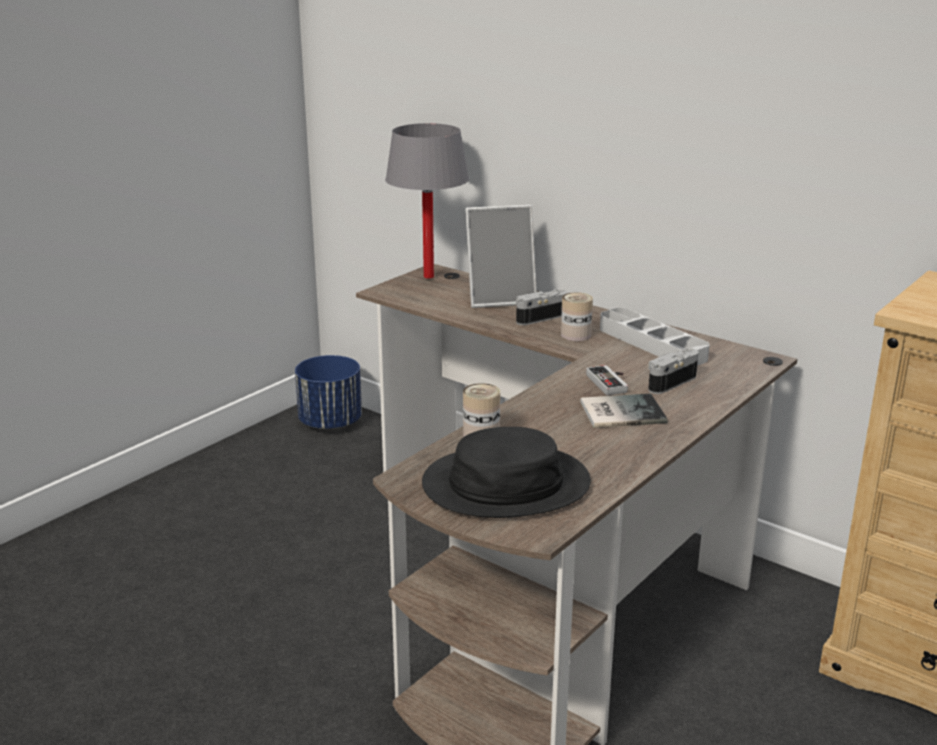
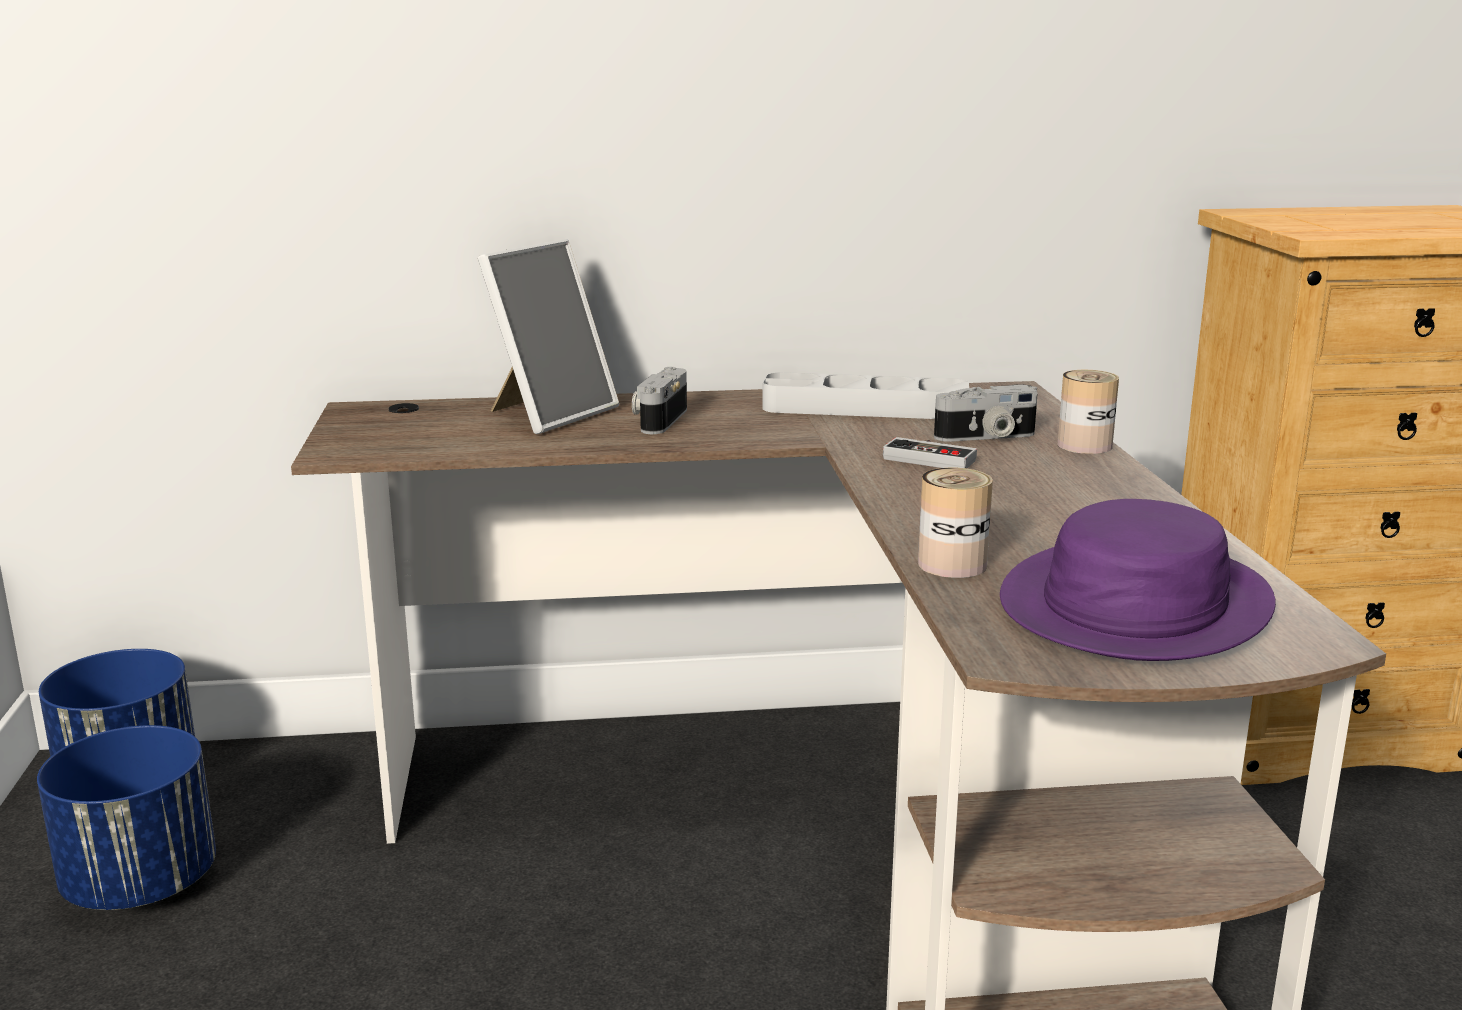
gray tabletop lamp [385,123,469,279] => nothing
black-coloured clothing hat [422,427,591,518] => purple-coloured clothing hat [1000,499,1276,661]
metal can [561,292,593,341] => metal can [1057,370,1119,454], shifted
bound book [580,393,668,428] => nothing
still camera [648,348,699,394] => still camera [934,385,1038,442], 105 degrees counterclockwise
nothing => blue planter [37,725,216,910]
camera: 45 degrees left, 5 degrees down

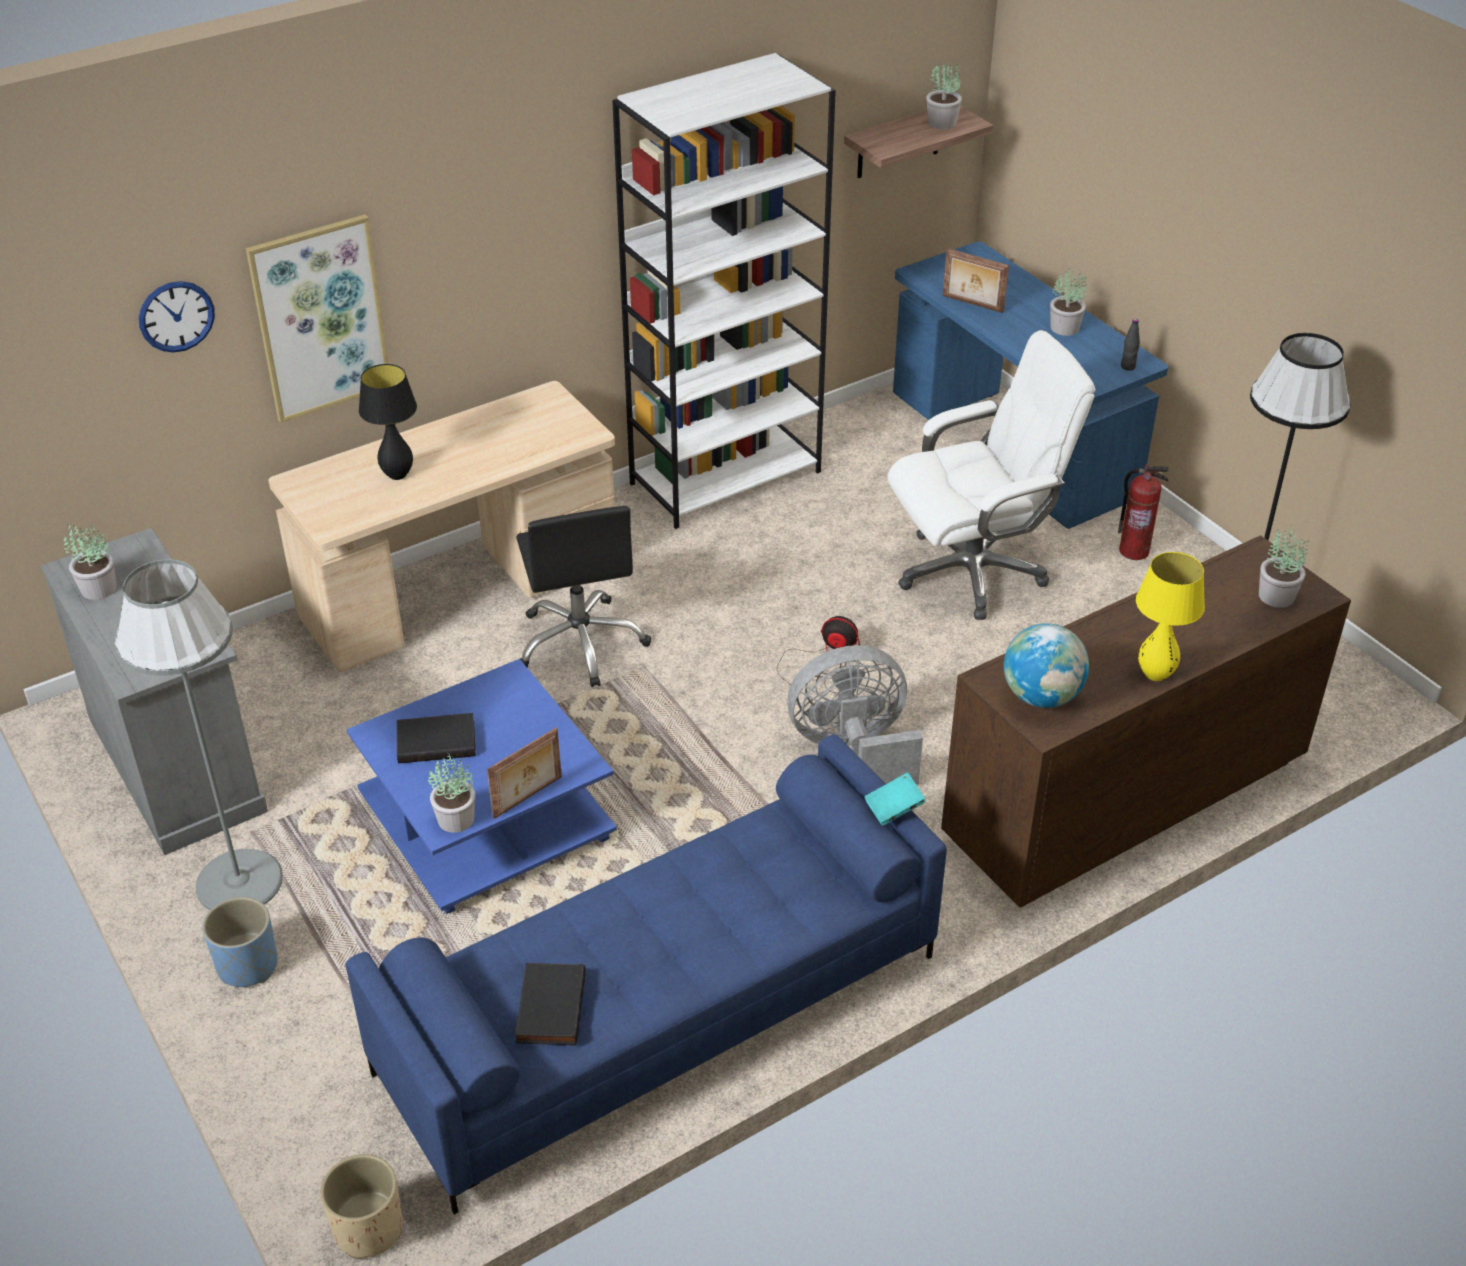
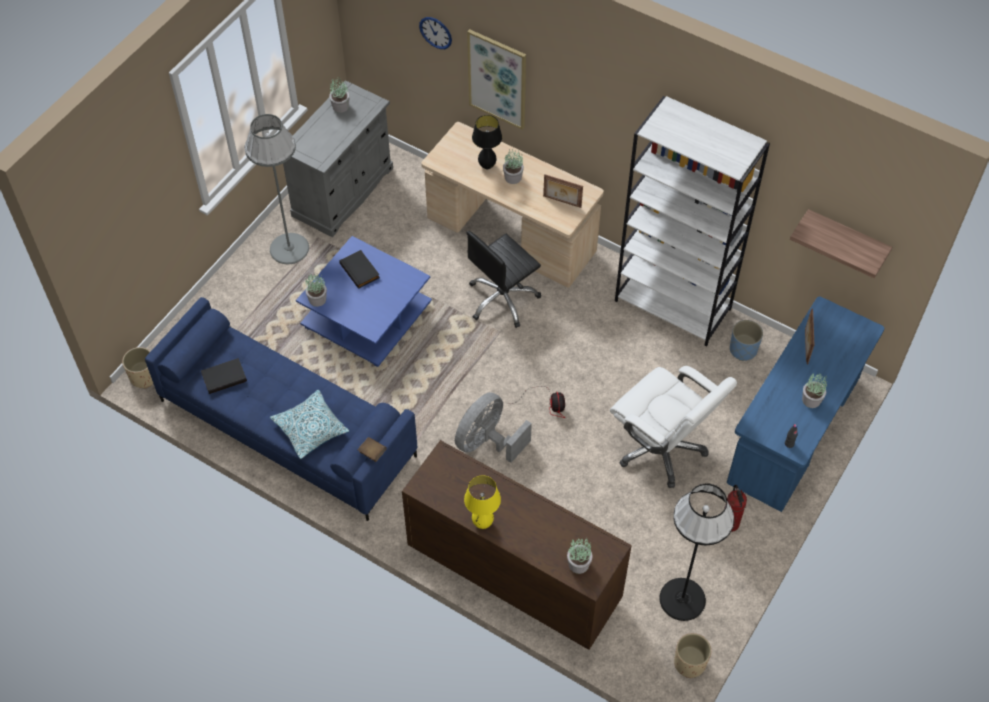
blue planter [202,897,278,987] => blue planter [730,320,763,361], shifted
photo frame [487,727,562,819] => photo frame [543,174,583,208], shifted
gray cooling fan [788,645,923,784] => gray cooling fan [455,392,532,463], 105 degrees counterclockwise
turquoise bound book [864,772,926,825] => brownish bound book [358,437,387,462]
houseplant [926,63,962,129] => houseplant [503,149,524,184], shifted
desk globe [1004,623,1089,708] => nothing
nothing => pillow [270,390,349,459]
nothing => sand-coloured planter [674,633,711,678]
camera: 65 degrees right, 15 degrees up

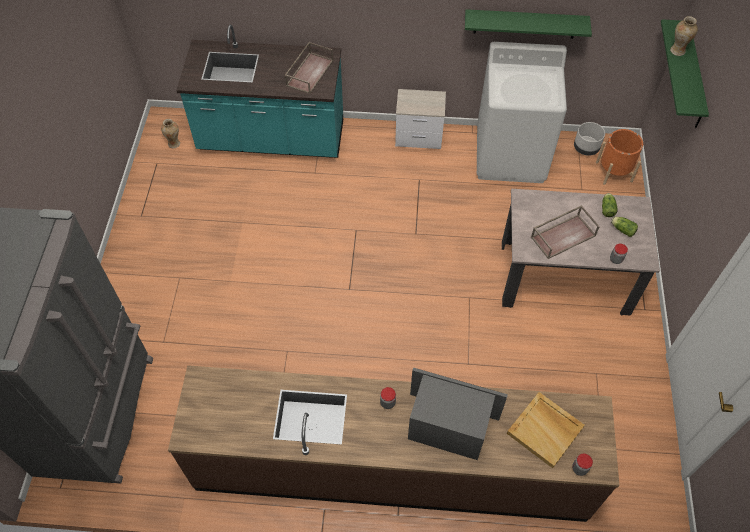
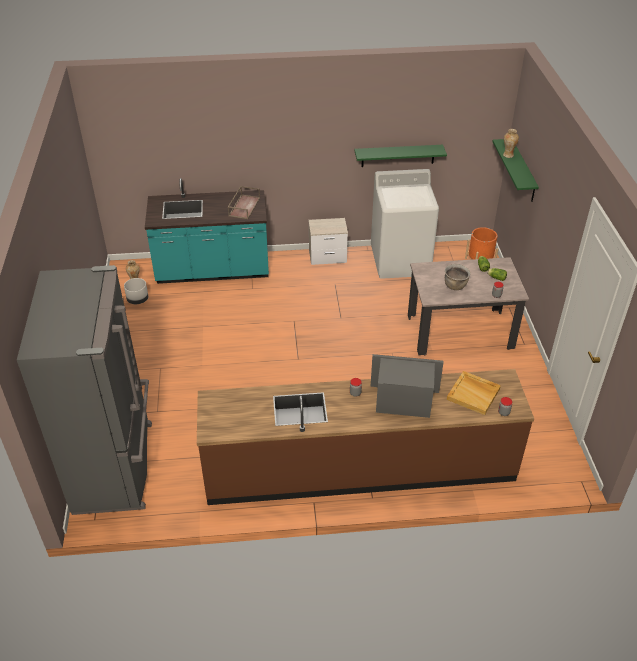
brownish carrying tray [531,205,600,259] => brownish stockpot [445,264,471,290]
gray planter [574,122,605,156] => gray planter [124,278,148,304], shifted
camera: 10 degrees left, 15 degrees down

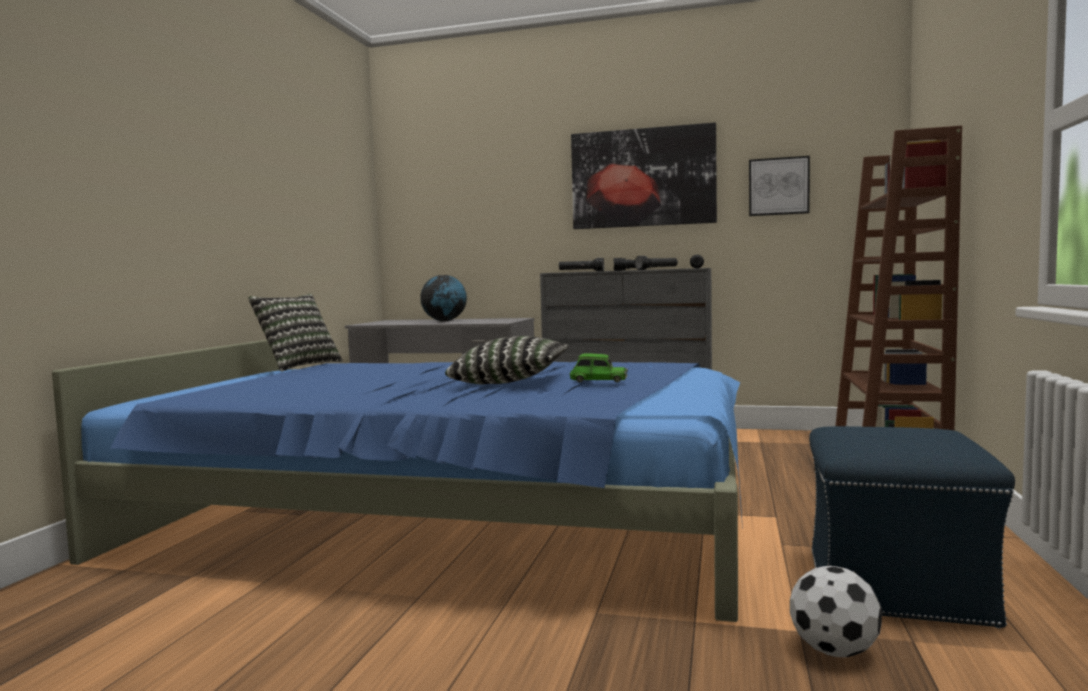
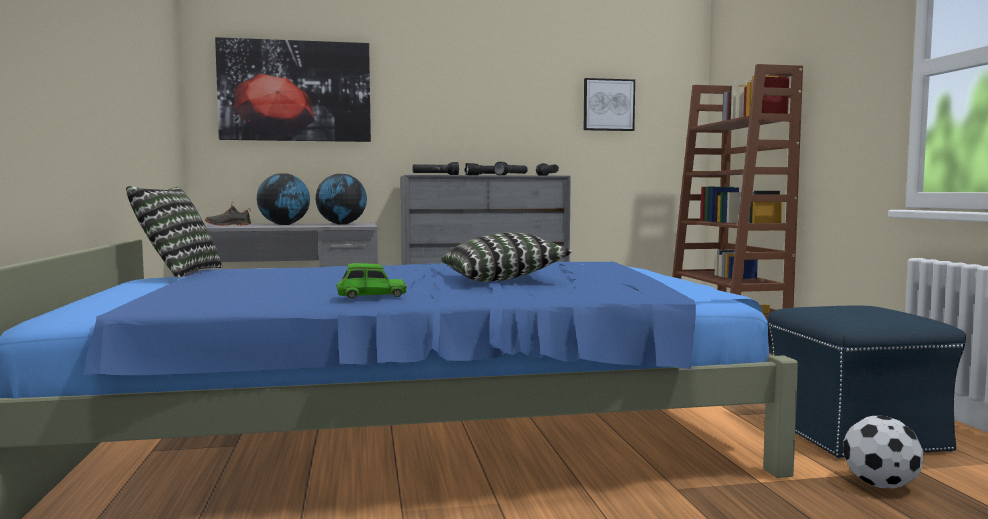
greenish toy car [570,353,628,383] => greenish toy car [336,263,407,299], shifted
picture [571,122,717,229] => picture [215,37,371,142], shifted
nothing => black-coloured low shoe [205,202,251,226]
nothing => desk globe [316,174,367,224]
camera: 25 degrees left, 0 degrees up

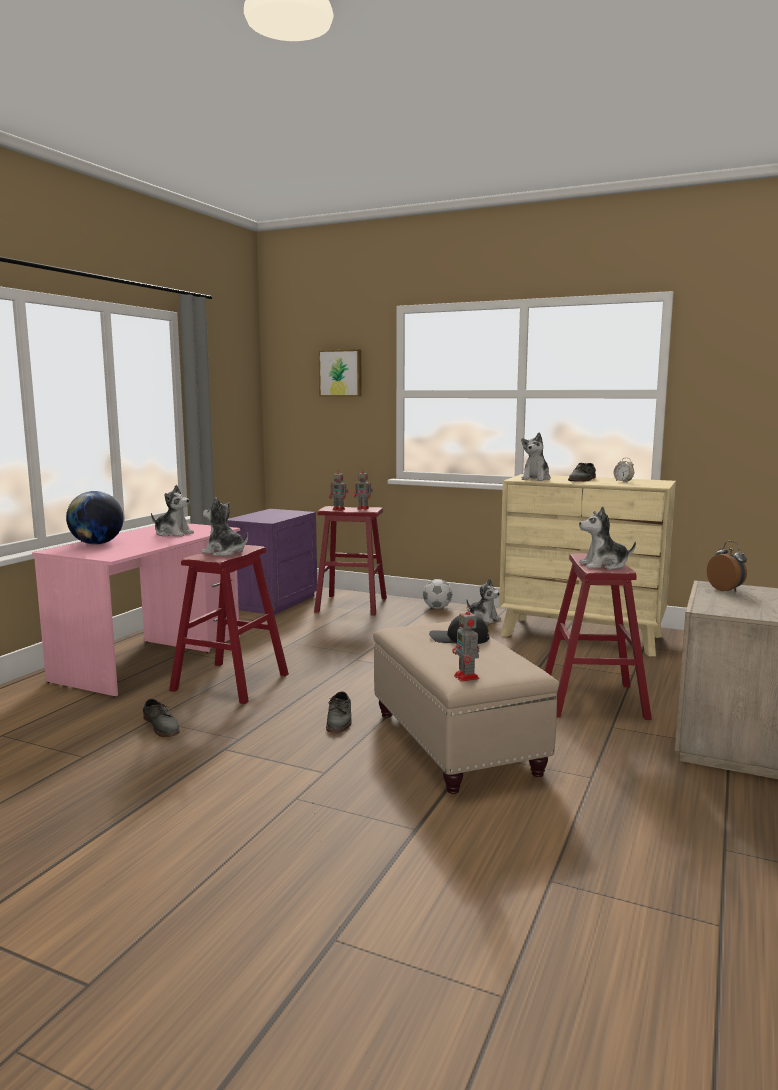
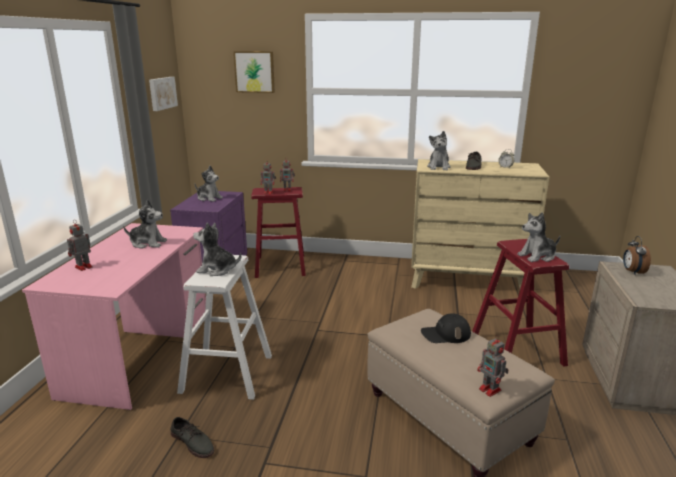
desk globe [66,491,124,545] => model robot [67,221,93,271]
red-coloured stool seat [169,545,289,704] => white-coloured stool seat [177,255,272,400]
gray low shoe [326,691,352,733] => nothing
football [423,579,452,609] => nothing
soft toy [466,578,501,624] => soft toy [195,166,223,202], shifted
table clock [707,541,747,592] => table clock [623,236,651,275], 135 degrees counterclockwise
nothing => picture [149,77,178,111]
camera: 15 degrees left, 10 degrees up

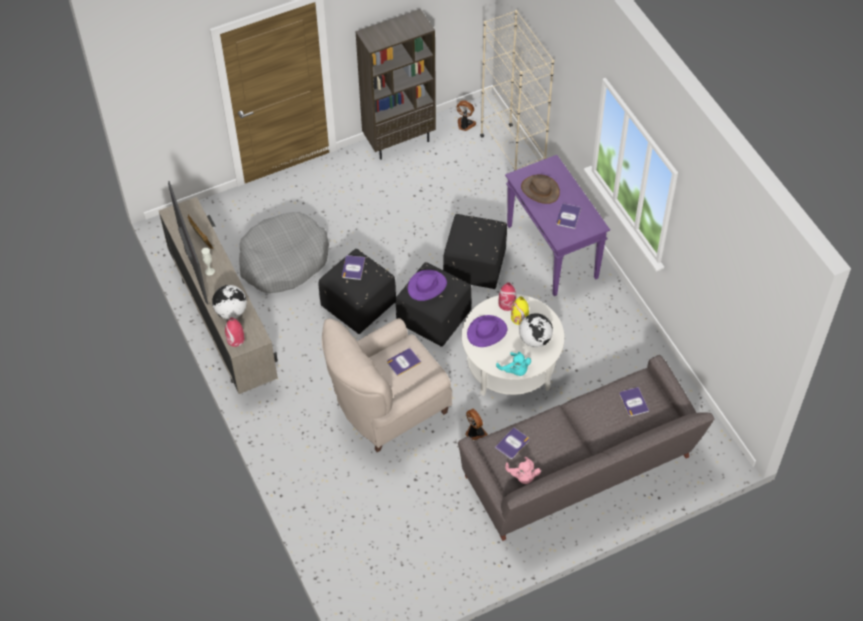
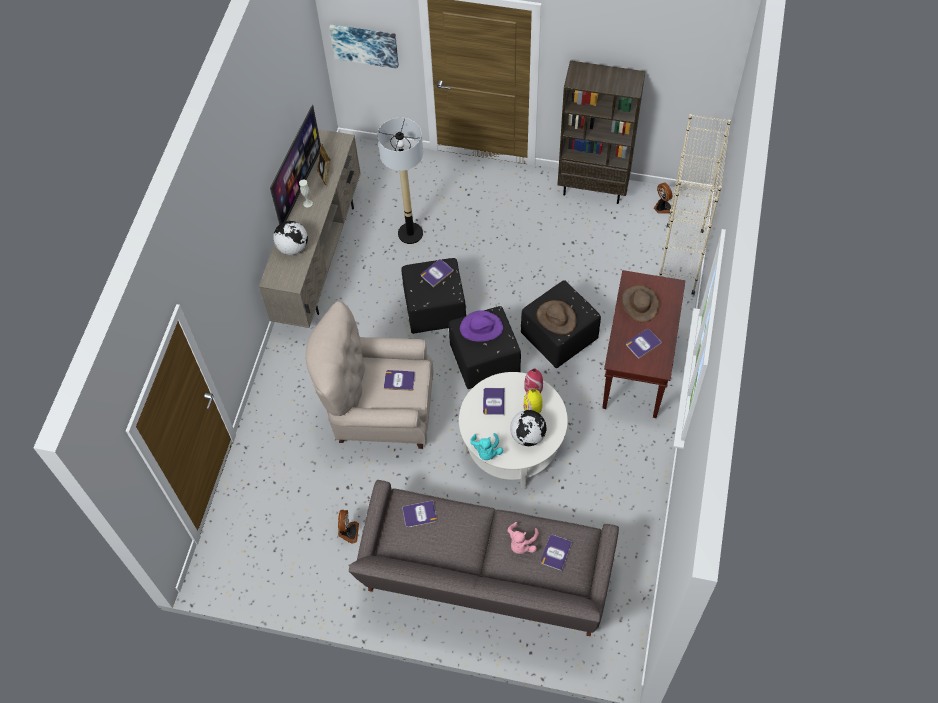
red-coloured flower vase [225,317,245,347] => nothing
gray dog bed [239,212,329,293] => standing lamp [377,118,423,244]
cooling fan [465,408,488,440] => cooling fan [338,510,359,544], shifted
purple-coloured clothing hat [467,315,507,347] => bound book [483,388,505,415]
purple-coloured hall table [505,155,610,296] => brownish hall table [602,270,685,418]
pink-coloured soft toy [505,457,541,484] => pink-coloured soft toy [508,522,539,554], shifted
nothing => picture [329,25,399,69]
nothing => brownish clothing hat [537,300,577,335]
camera: 40 degrees right, 5 degrees up

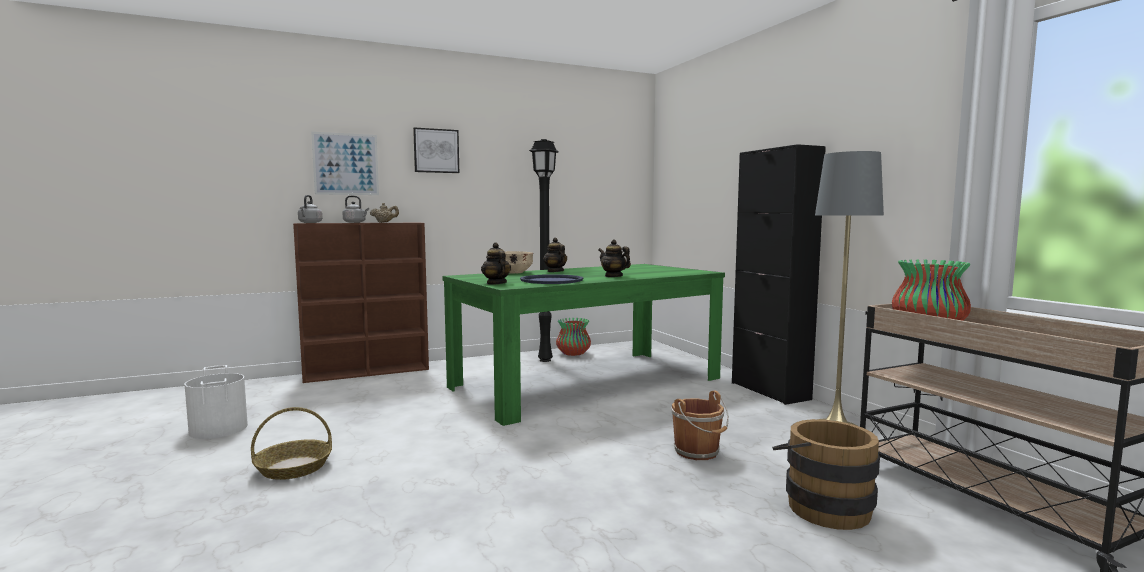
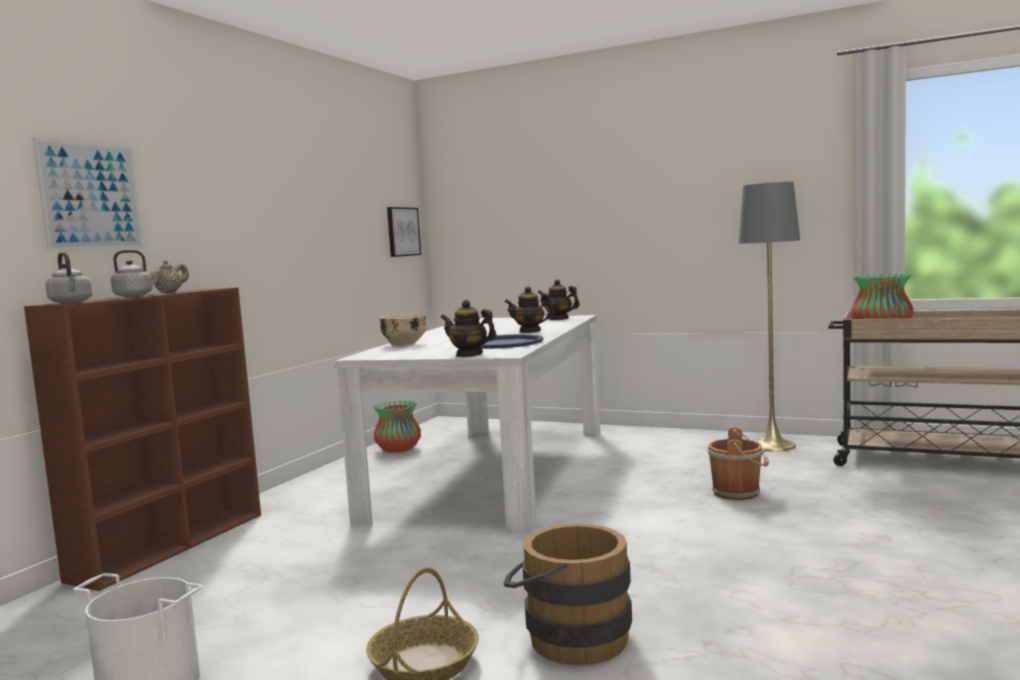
picture [413,127,459,173] => picture [387,207,421,257], shifted
greenish dining table [443,264,725,426] => white-coloured dining table [334,315,600,534]
black-coloured standing lamp [529,139,559,362] => nothing
pot for tea [543,238,567,272] => pot for tea [538,279,580,320], shifted
black-coloured storage cabinet [732,144,826,405] => nothing
brownish bucket [772,419,880,530] => brownish bucket [503,524,632,665], shifted
camera: 40 degrees left, 0 degrees up

